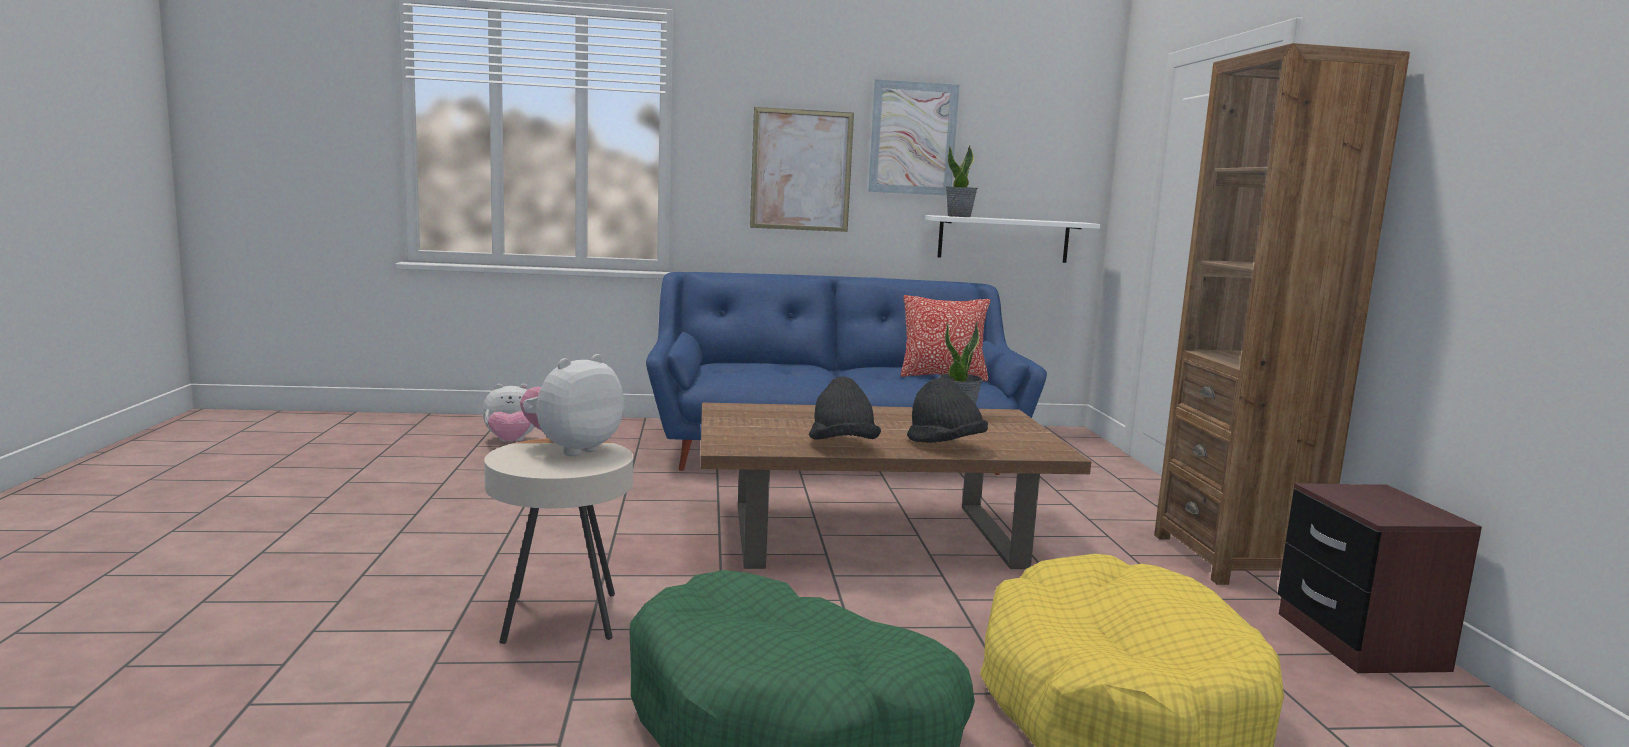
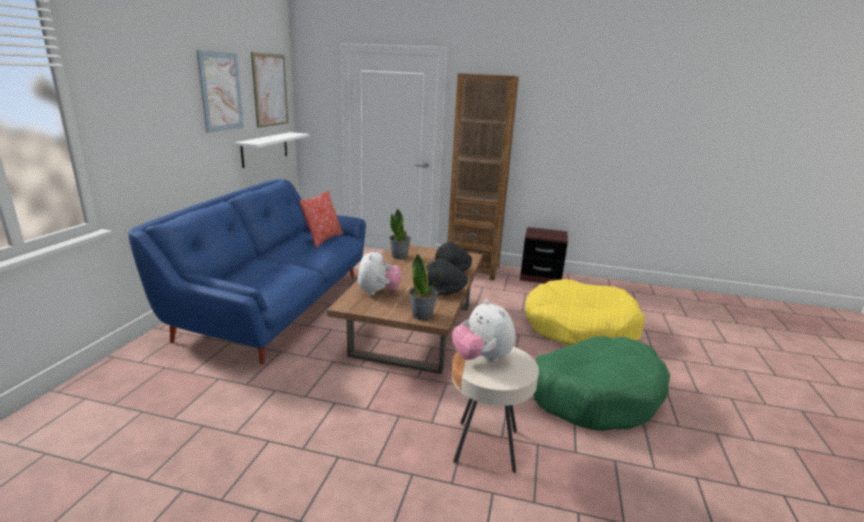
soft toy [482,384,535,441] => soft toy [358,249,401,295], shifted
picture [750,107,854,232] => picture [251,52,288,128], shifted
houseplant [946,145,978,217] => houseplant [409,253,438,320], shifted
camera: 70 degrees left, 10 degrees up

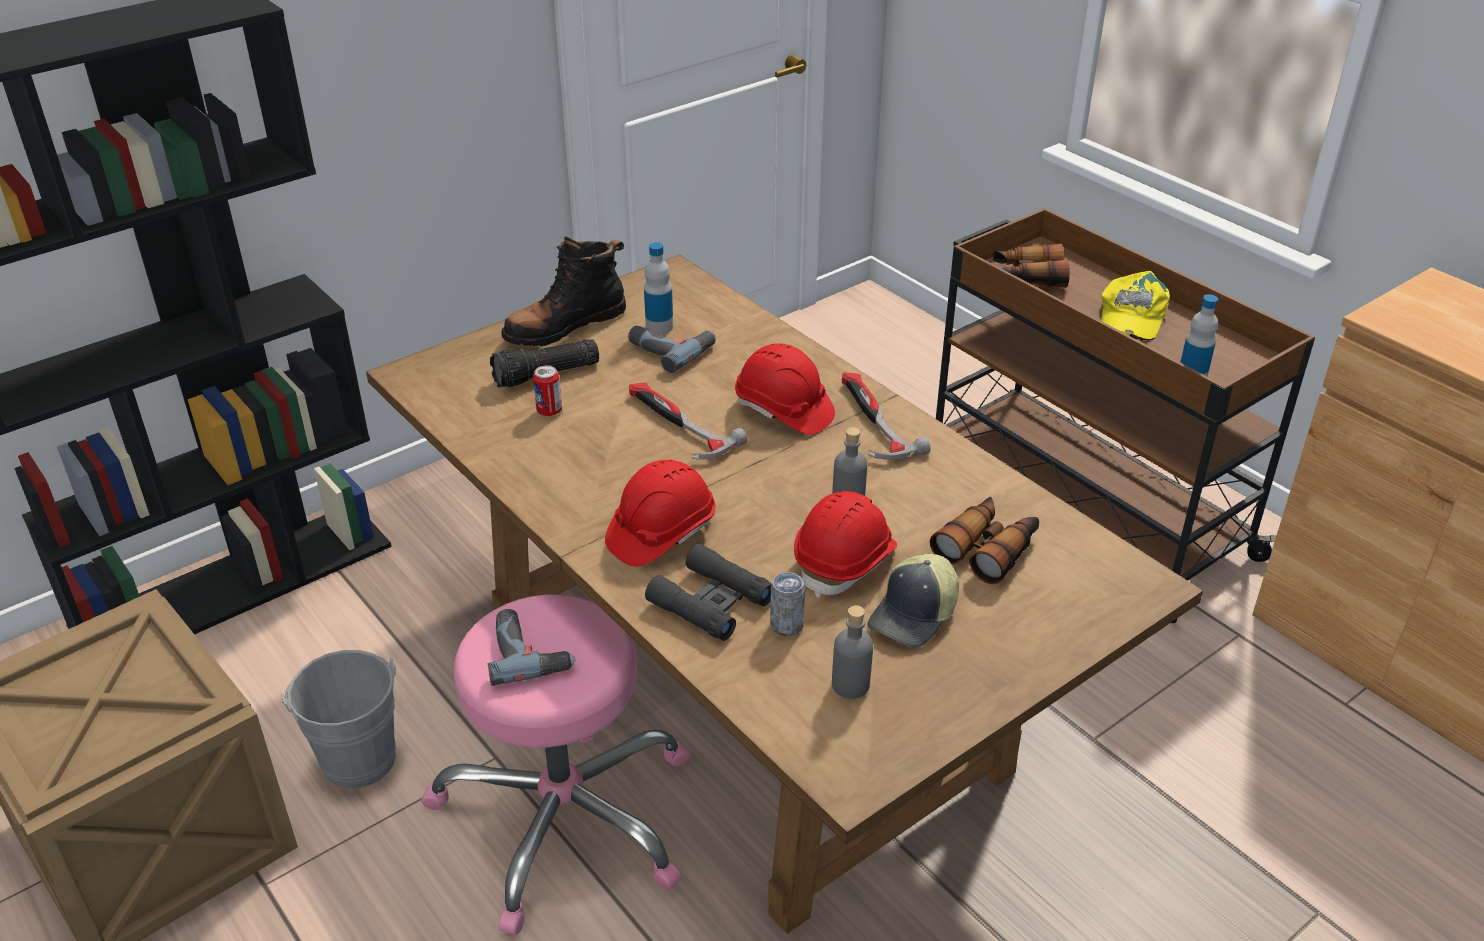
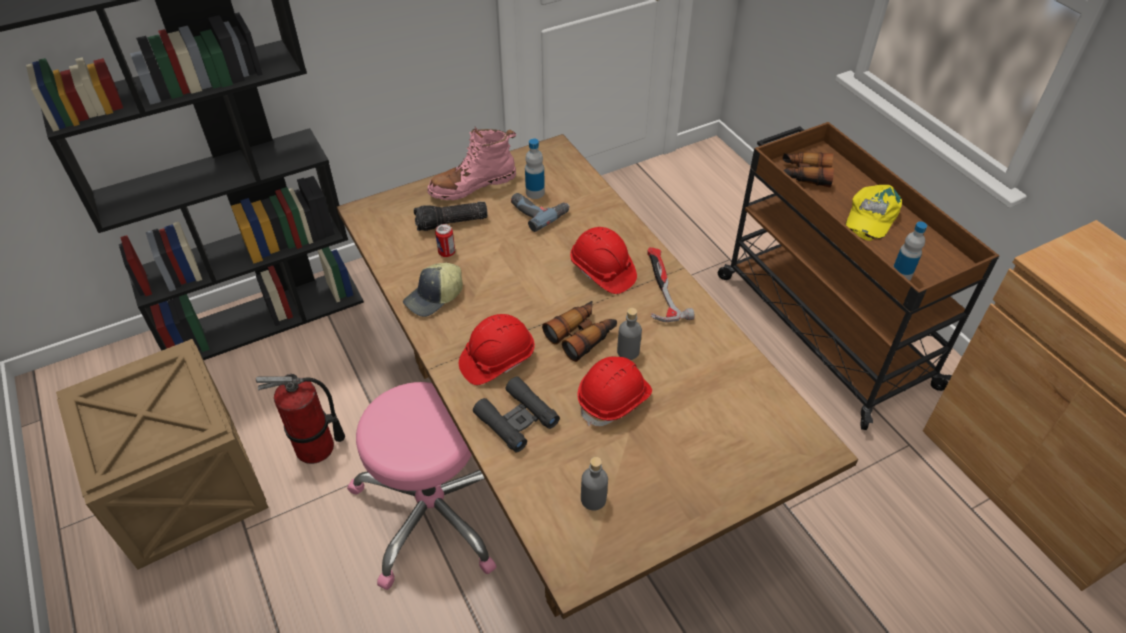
gray bucket [281,650,396,789] => fire-fighting cylinder [256,374,345,464]
power drill [488,609,576,686] => nothing
black-coloured boot [501,236,626,346] => pink-coloured boot [427,127,516,200]
hand hammer [629,383,747,459] => nothing
metal can [770,572,805,636] => nothing
peaked cap [867,554,959,648] => peaked cap [403,263,463,317], shifted
pair of binoculars [930,497,1039,584] => pair of binoculars [542,301,617,362], shifted
camera: 10 degrees right, 10 degrees up

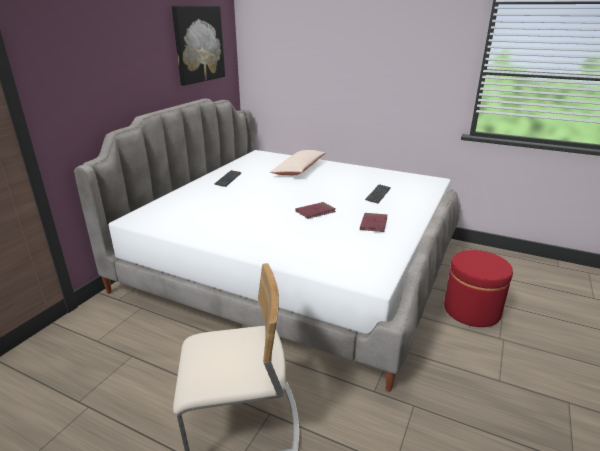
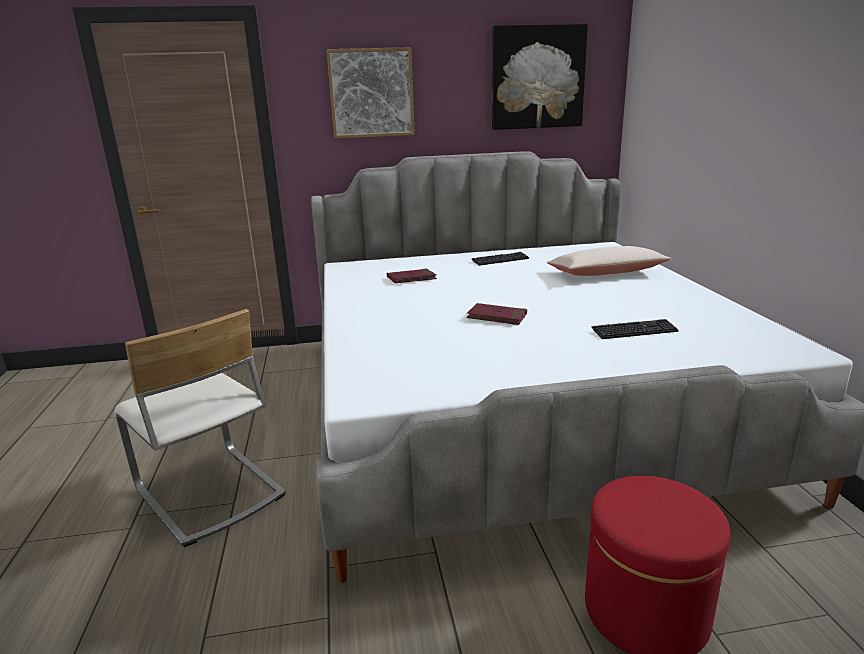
red-coloured bound book [360,213,387,232] => red-coloured bound book [387,268,437,284], shifted
nothing => picture [327,47,415,138]
camera: 55 degrees right, 5 degrees down

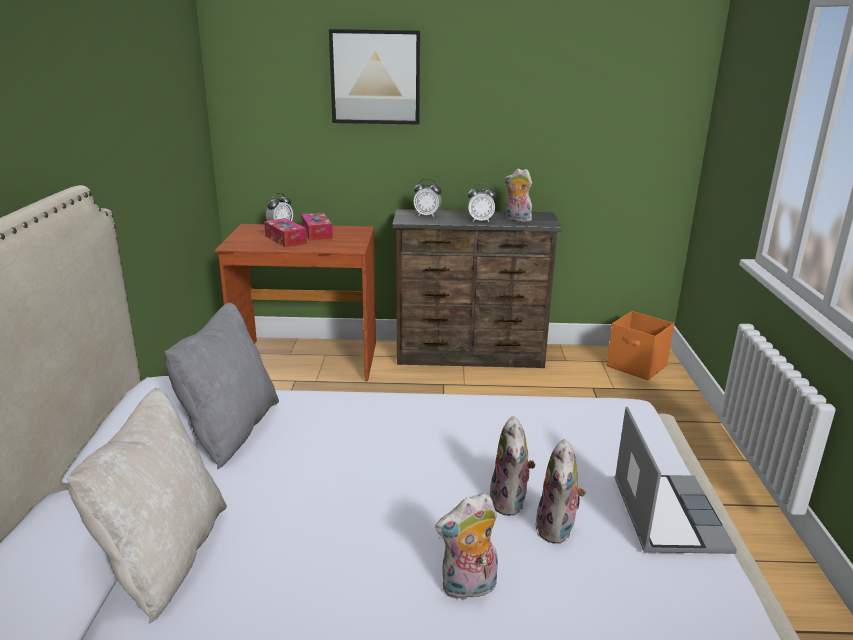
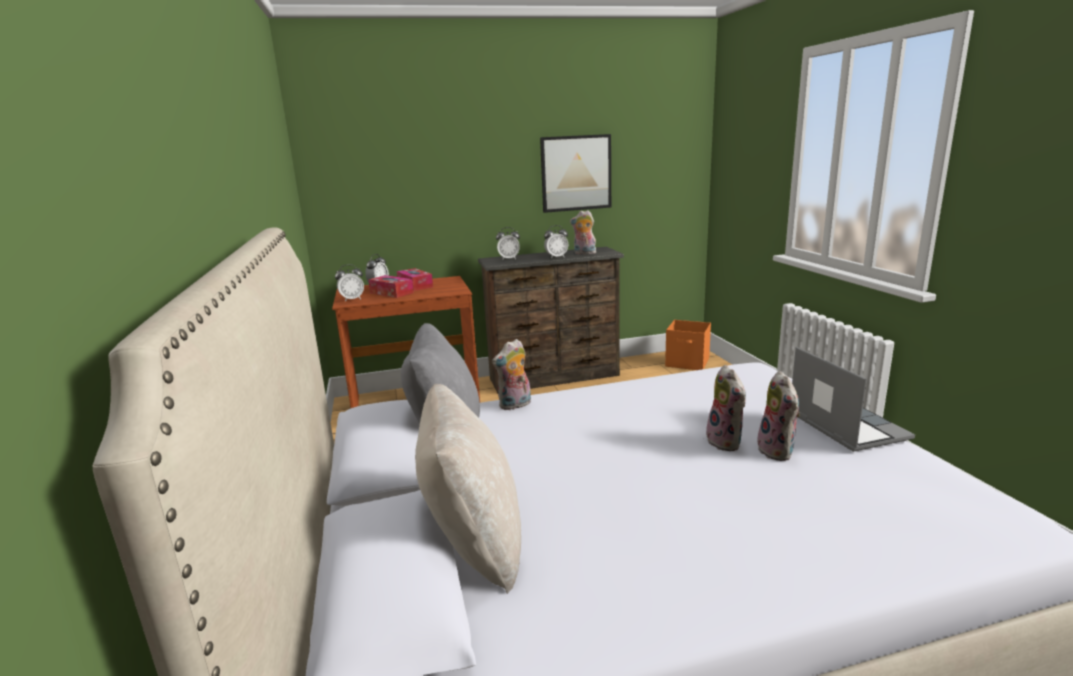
picture [329,29,420,125] => picture [540,134,611,213], shifted
soft toy [435,493,498,601] => soft toy [492,339,531,411], shifted
nothing => table clock [335,264,364,302]
camera: 15 degrees left, 5 degrees down

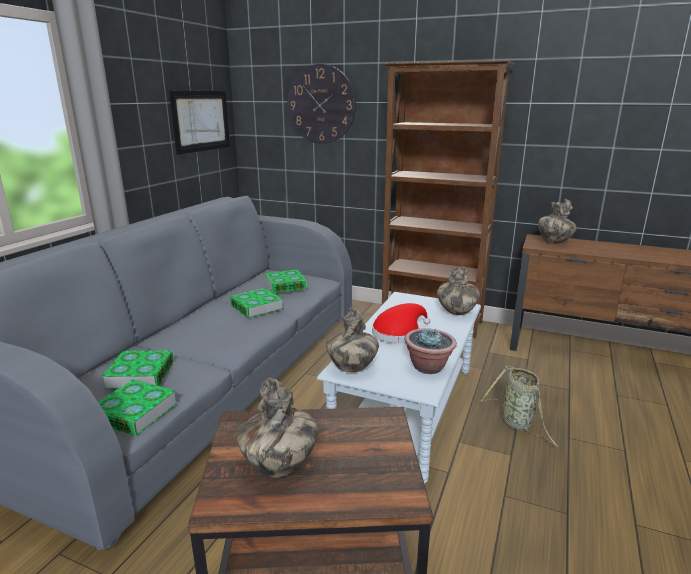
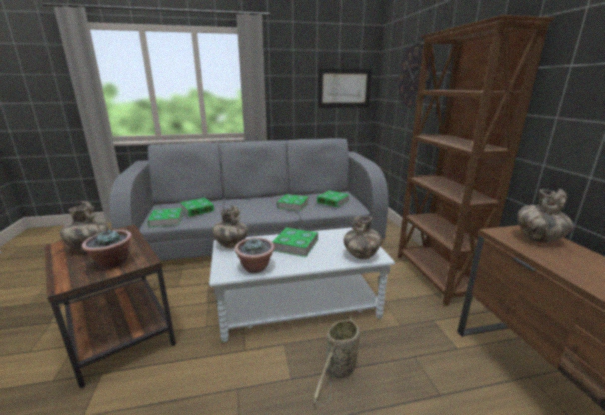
red-coloured clothing hat [372,303,430,343] => bound book [272,228,318,257]
nothing => houseplant [81,229,132,269]
camera: 55 degrees right, 0 degrees up

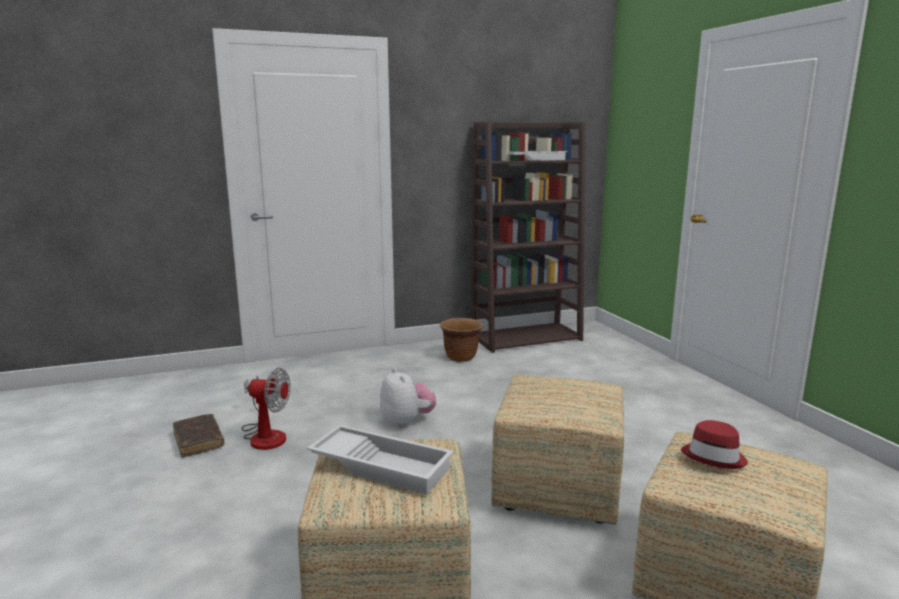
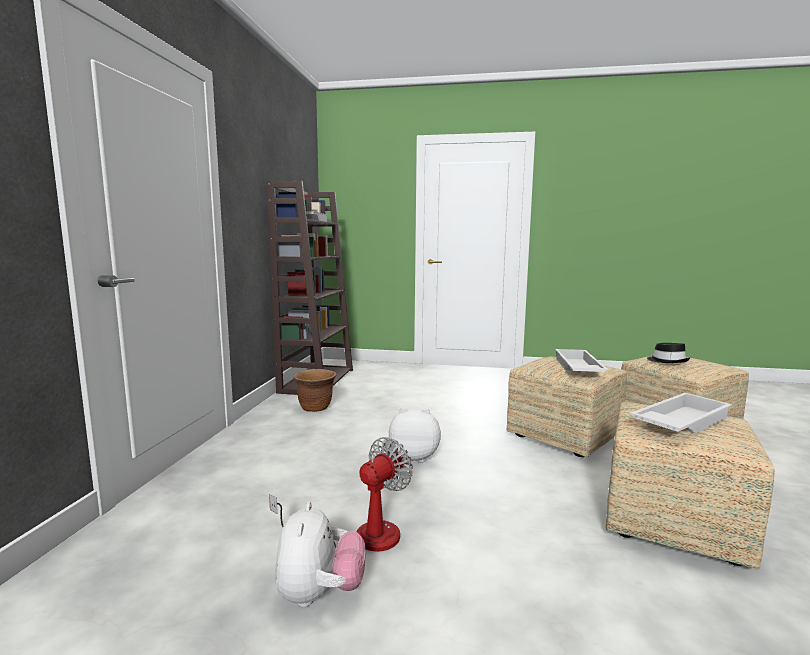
brownish bound book [173,414,224,457] => soft toy [275,502,365,607]
red-coloured clothing hat [681,420,748,469] => black-coloured clothing hat [647,343,690,363]
nothing => white-coloured carrying tray [555,349,608,372]
camera: 60 degrees left, 5 degrees down

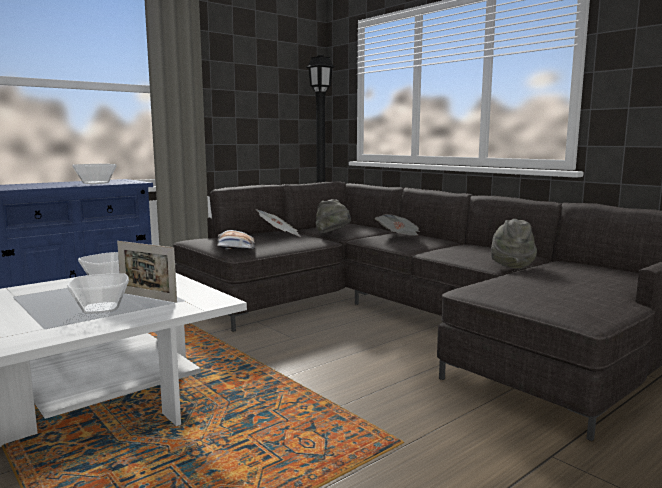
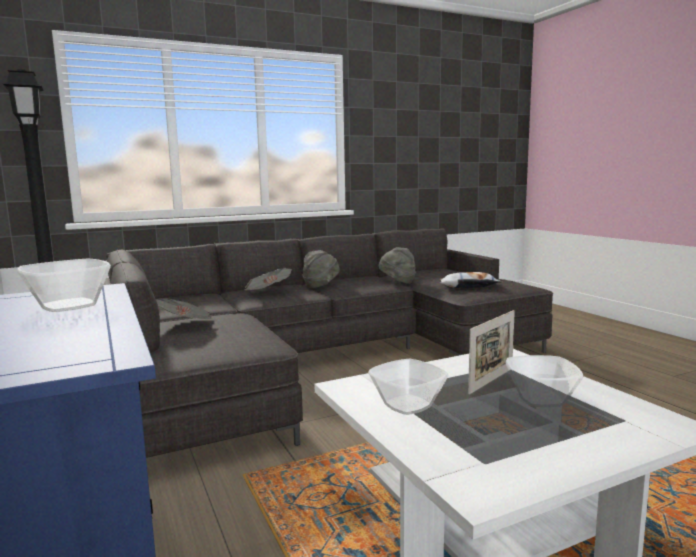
pillow [217,230,255,249] => pillow [439,272,502,288], shifted
gray clothing hat [316,199,351,234] => gray clothing hat [302,250,340,288], shifted
camera: 75 degrees left, 0 degrees up

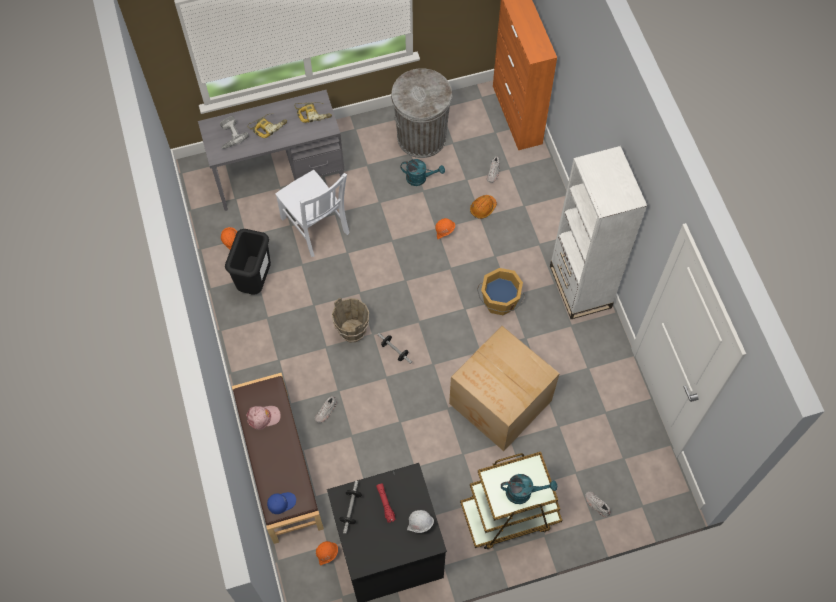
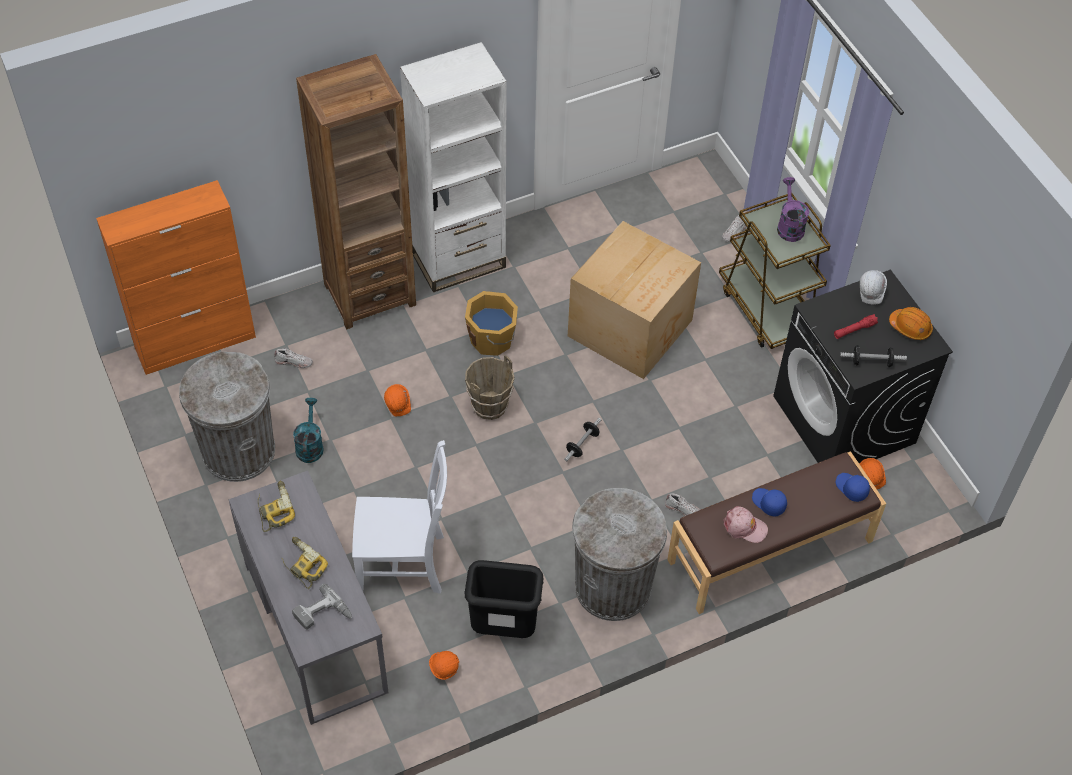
pink-coloured peaked cap [246,406,281,430] => pink-coloured peaked cap [723,506,768,543], 135 degrees clockwise
white-coloured upright chair [275,170,350,257] => white-coloured upright chair [352,440,447,594], 45 degrees clockwise
brownish bucket [332,297,369,342] => brownish bucket [465,355,515,420], shifted
orangey hard hat [470,195,497,219] => orangey hard hat [889,307,933,340], shifted
turquoise watering can [501,474,557,504] => purple-coloured watering can [777,177,809,242]
nothing => brownish bookcase [296,54,416,329]
nothing => gray trash can [572,488,667,621]
nothing => blue peaked cap [752,488,787,517]
camera: 100 degrees left, 10 degrees down

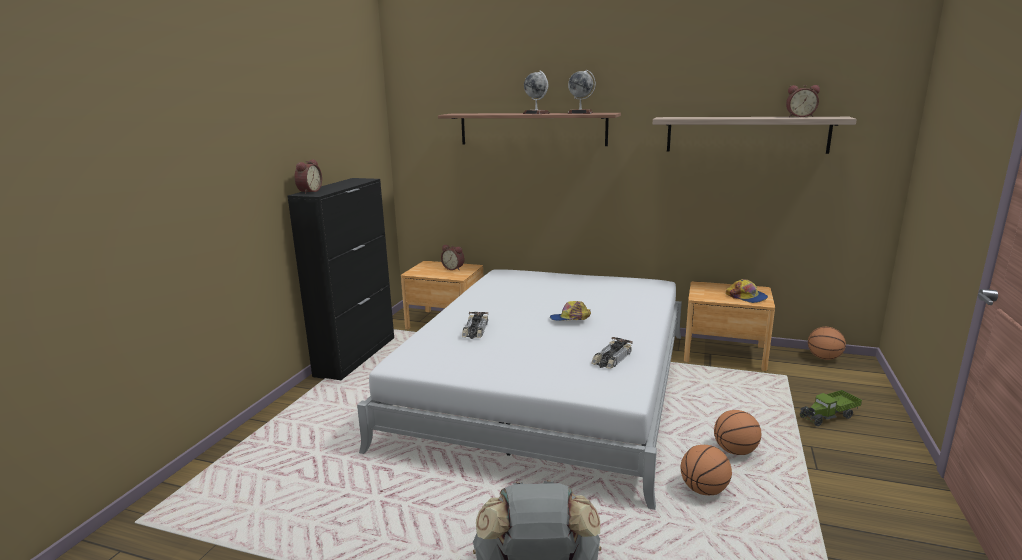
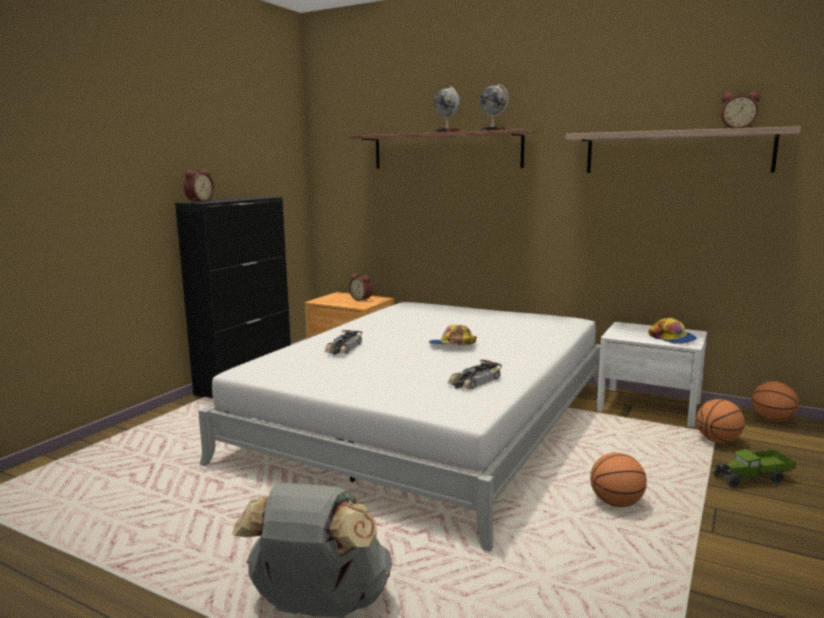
basketball ball [681,445,732,495] => basketball ball [696,399,745,443], shifted
brownish nightstand [684,281,775,371] => white-coloured nightstand [597,322,707,427]
camera: 10 degrees right, 5 degrees down

